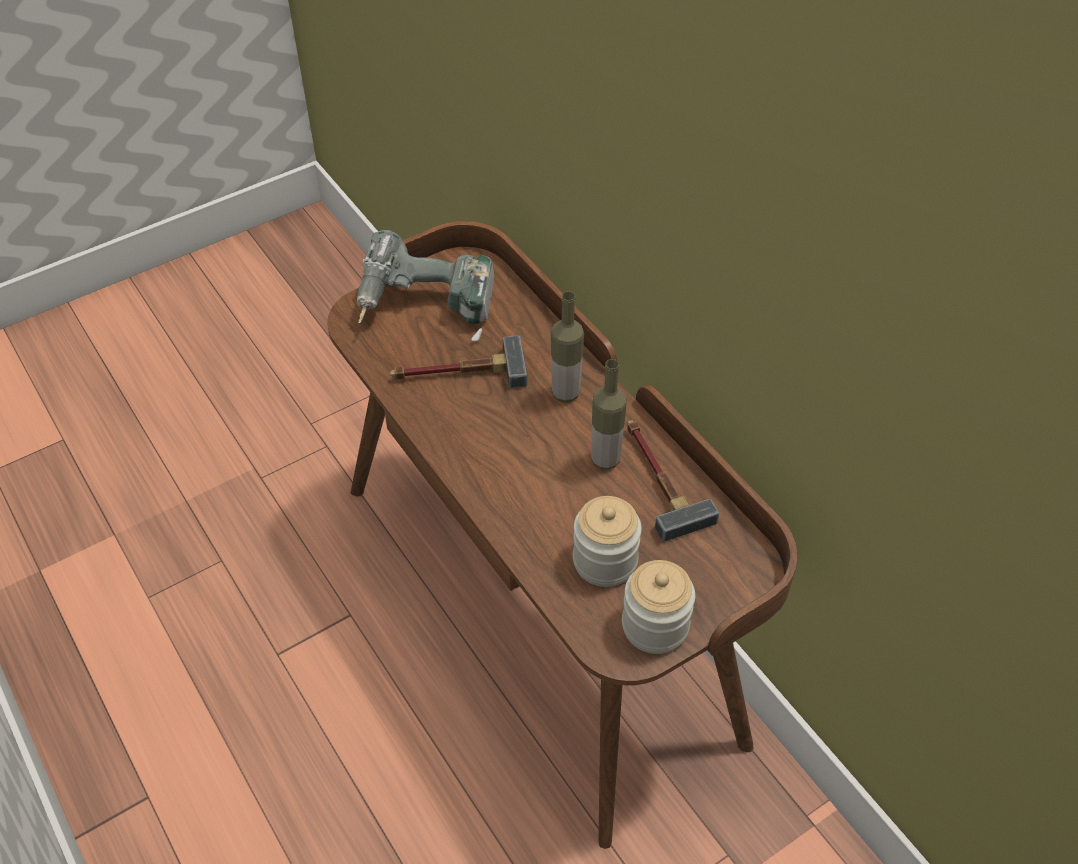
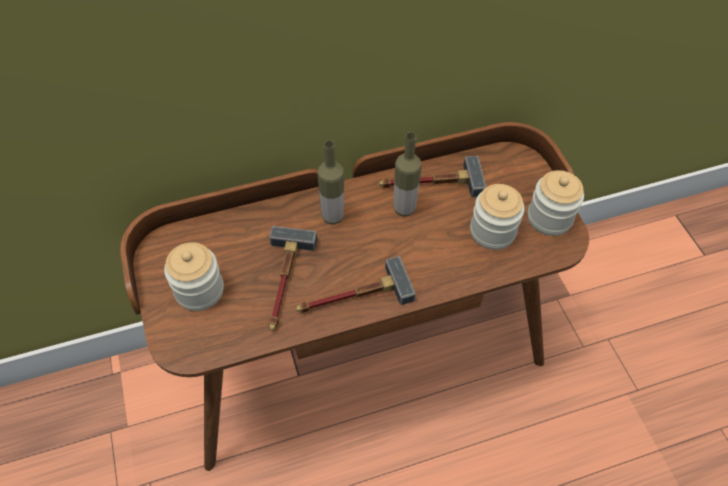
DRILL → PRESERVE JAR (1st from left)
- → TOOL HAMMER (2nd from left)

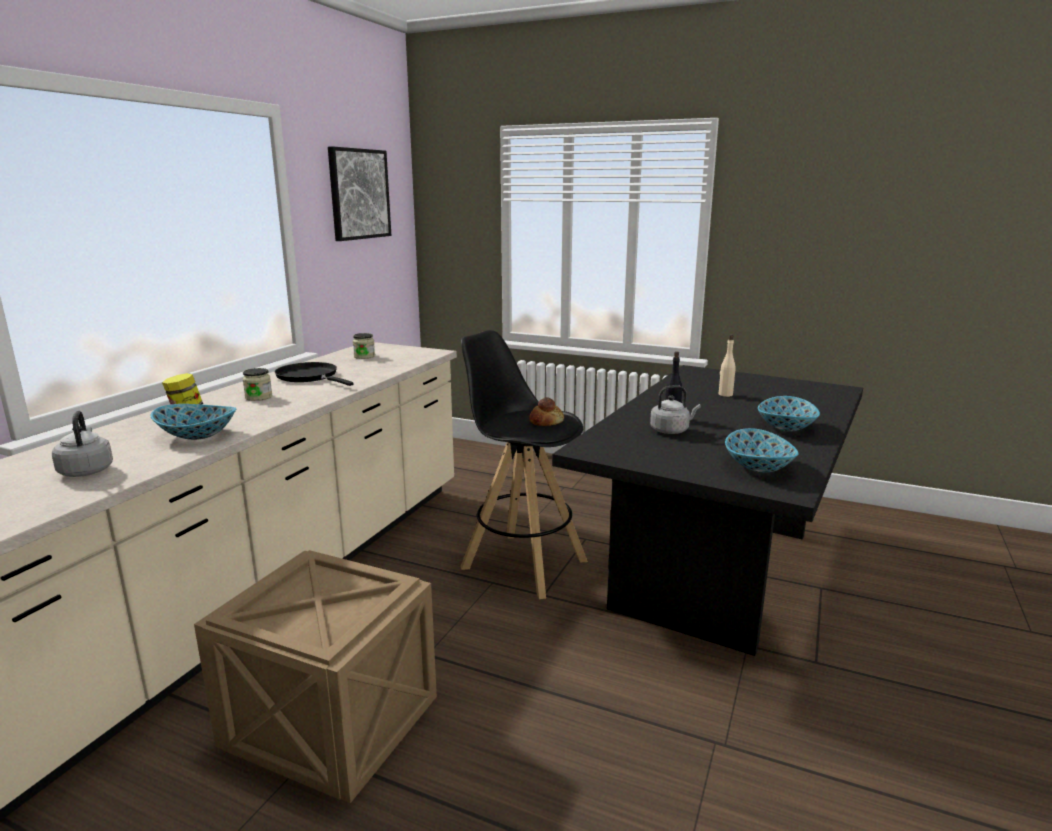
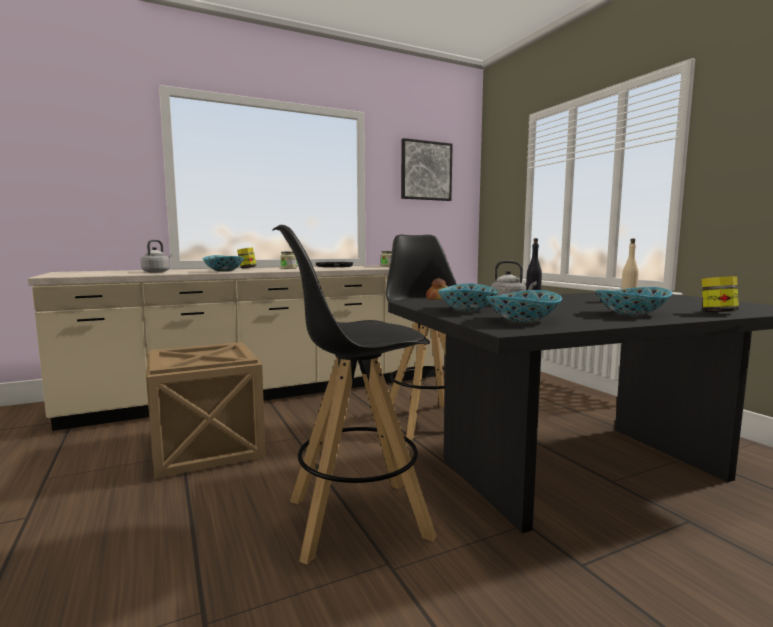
- → BLACK SITTING STOOL (1st from left)
- → BOWL (2nd from left)
- → PRESERVE JAR (4th from left)

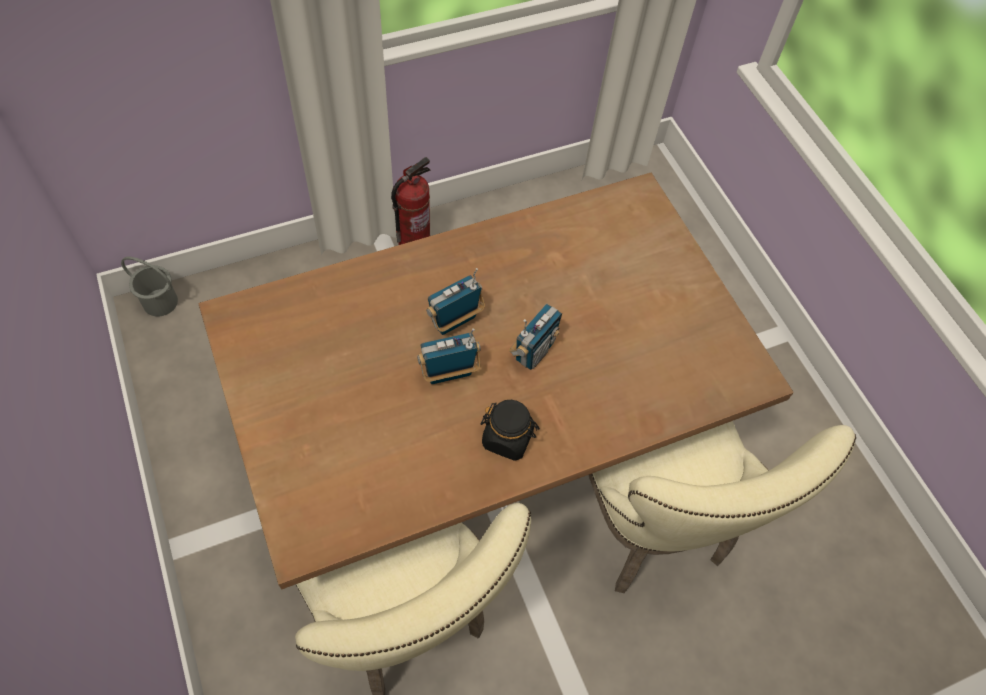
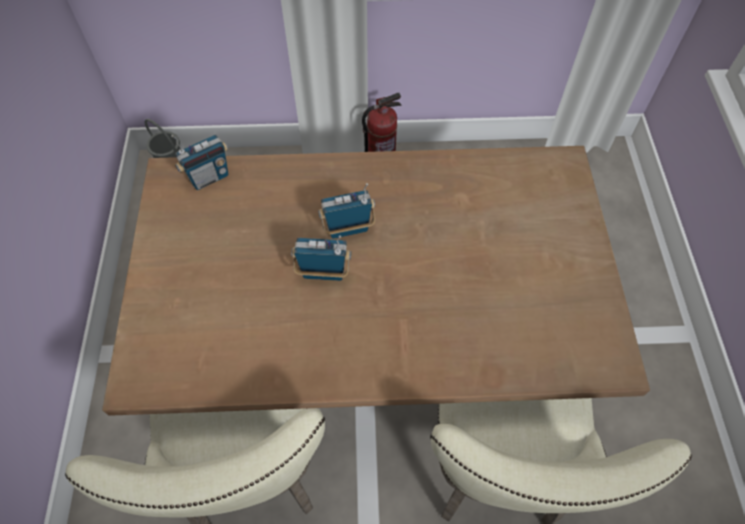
BLACK PRESERVE JAR → -
RADIO RECEIVER (3rd from left in the first image) → RADIO RECEIVER (1st from left), move

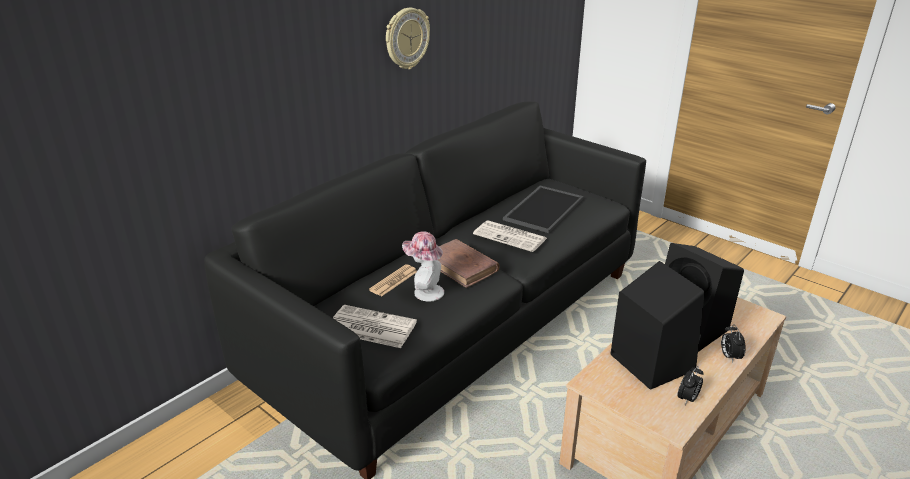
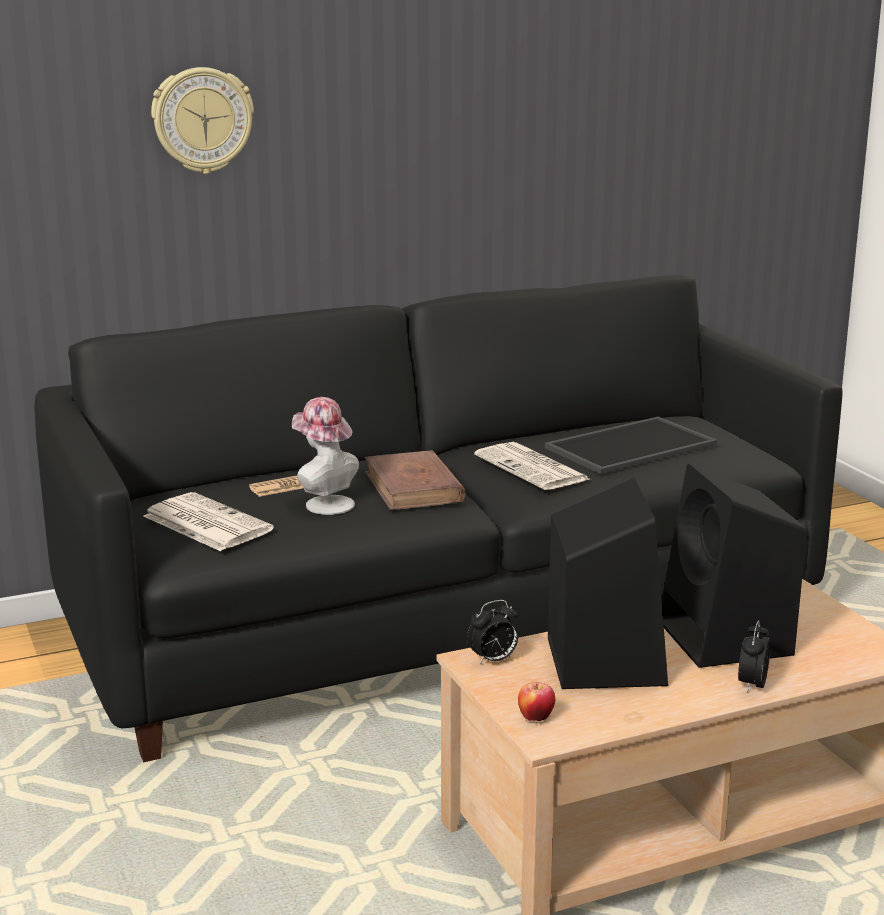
CLOCK ON THE WALL, move
TABLE CLOCK (1st from left), move
- → WHOLE APPLE

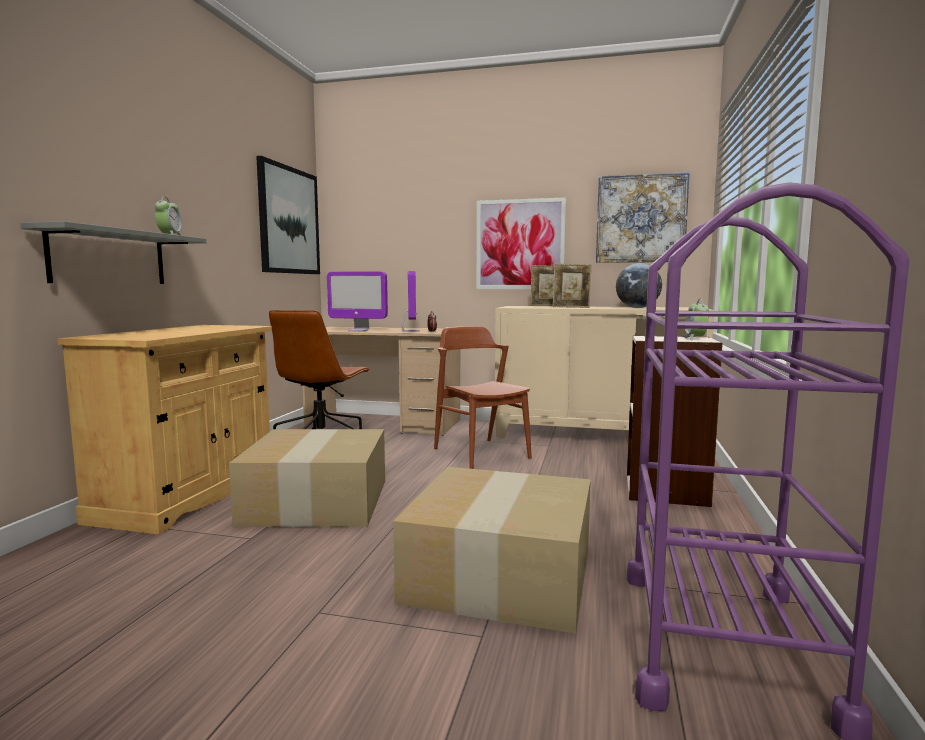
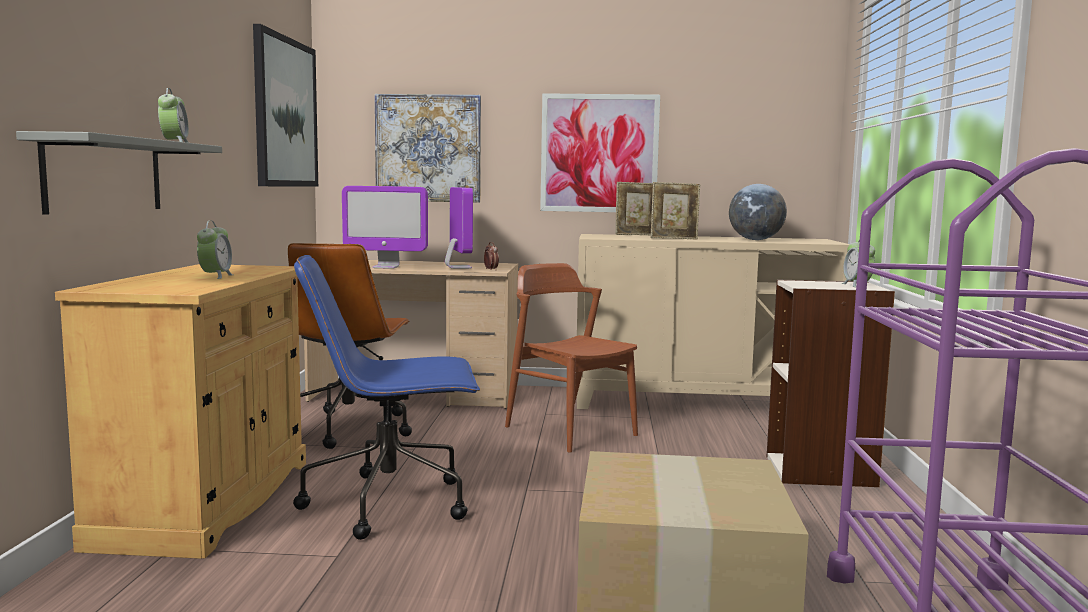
PACKING BOX (1st from left) → BLUISH DESK CHAIR
WALL PICTURE (3rd from left in the first image) → WALL PICTURE (2nd from left), move
- → TABLE CLOCK (2nd from left)

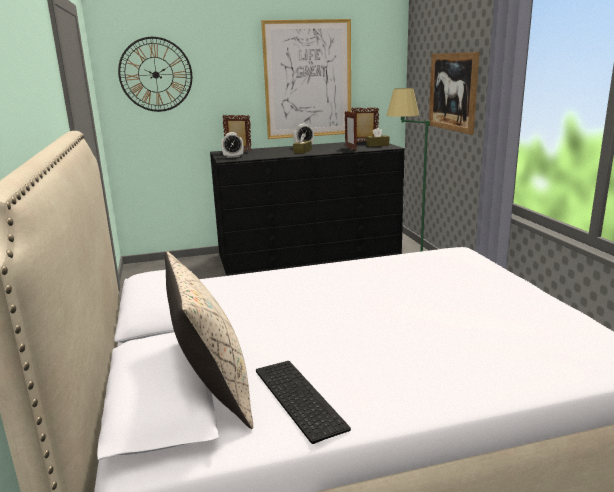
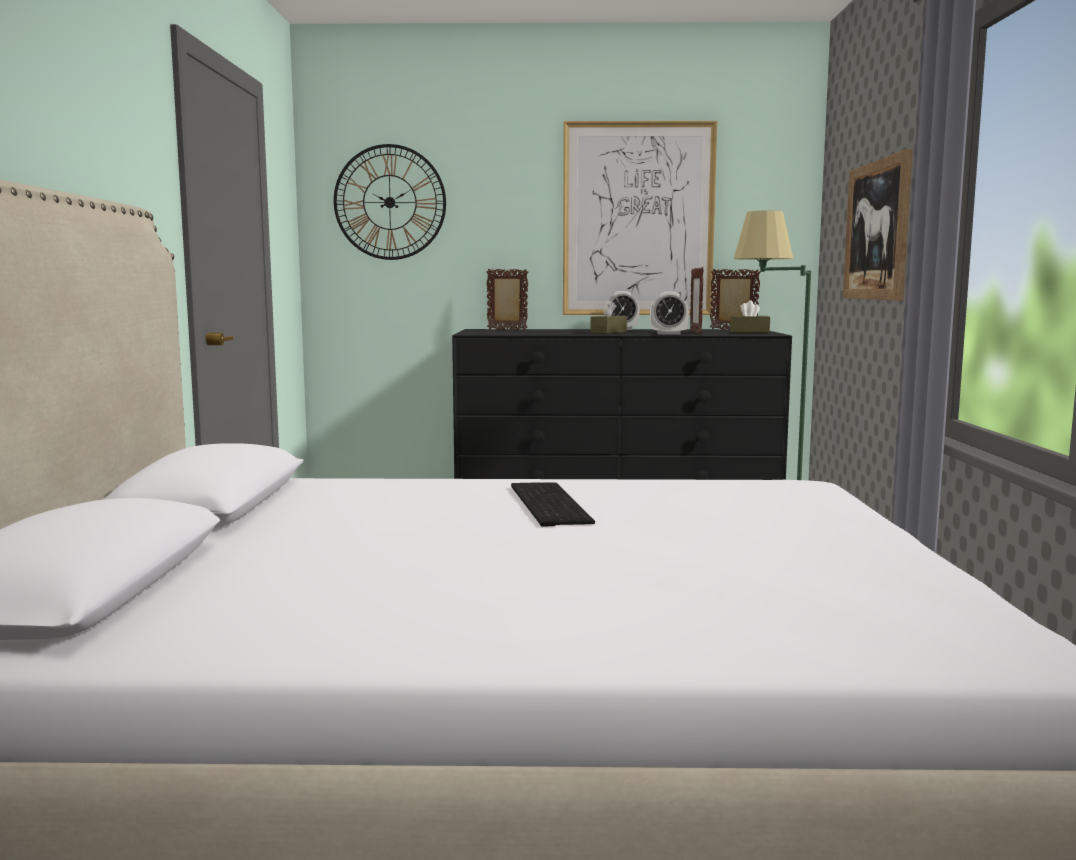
BEIGE-COLOURED THROW PILLOW → -
TABLE CLOCK (1st from left in the first image) → TABLE CLOCK (2nd from left), move
PC KEYBOARD, move

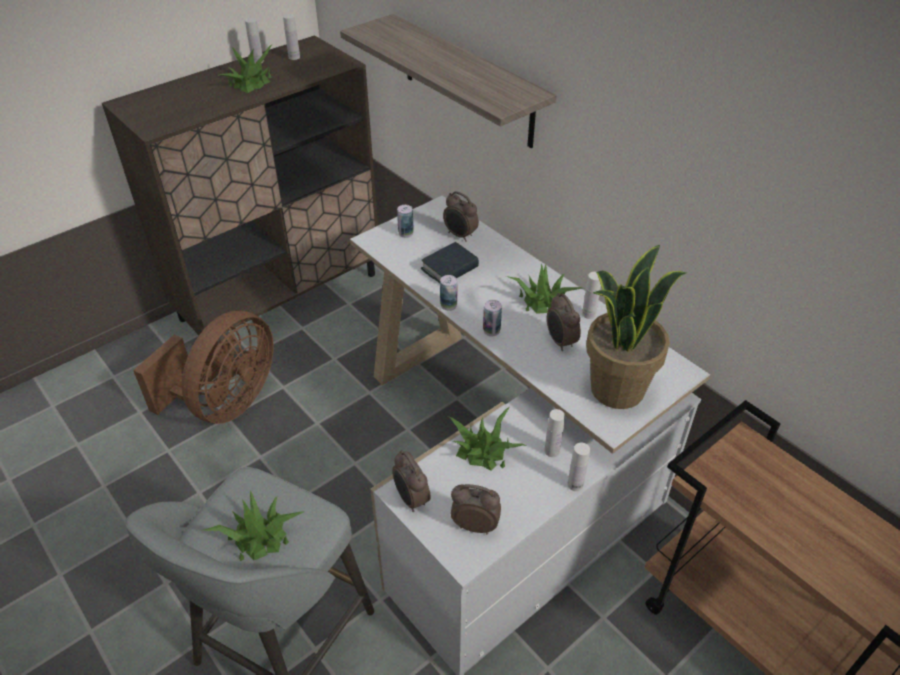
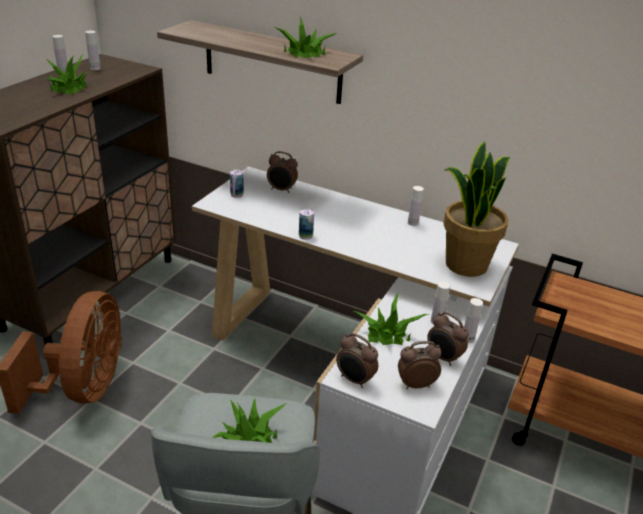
BOOK → -
CAN (3rd from left) → -
HOUSEPLANT (4th from left in the first image) → HOUSEPLANT (3rd from left), move
TABLE CLOCK (4th from left), move

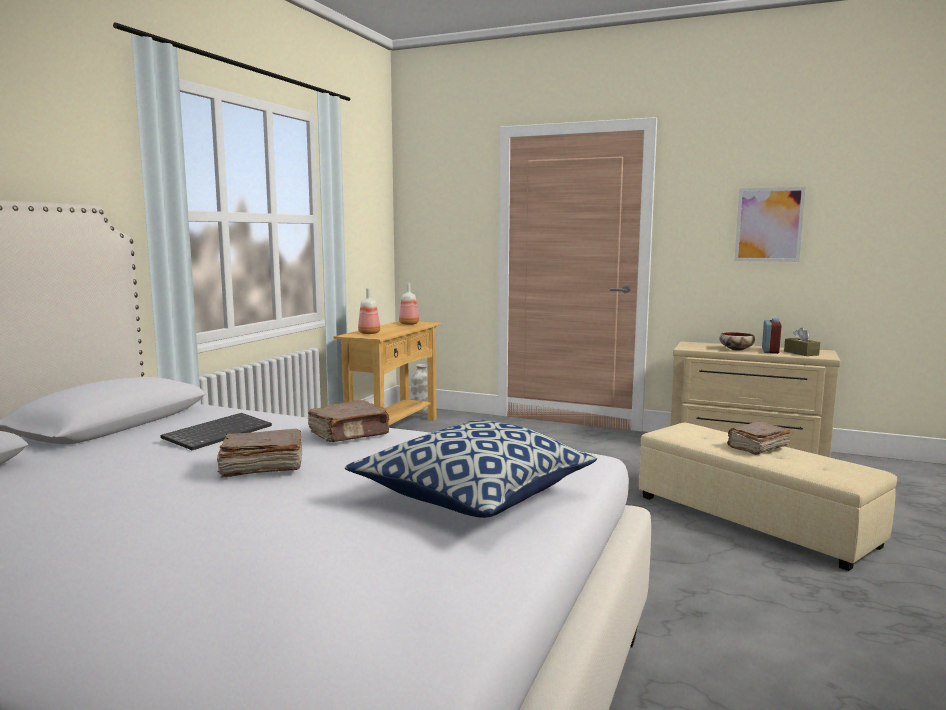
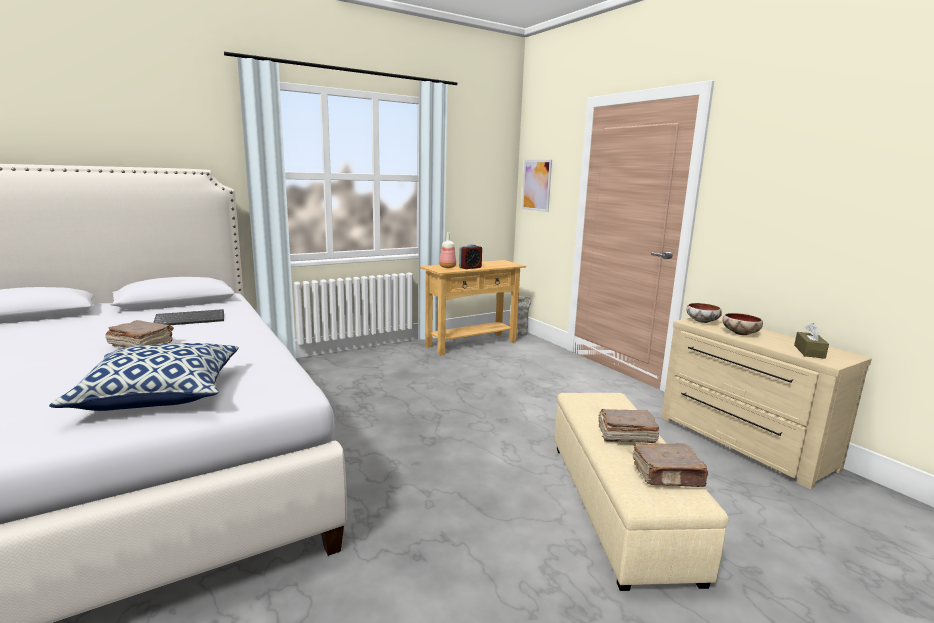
BROWN BOOK (2nd from left in the first image) → BROWN BOOK (3rd from left), move
BEVERAGE BOTTLE (2nd from left) → -
WALL PICTURE, move
TABLE CLOCK, move
- → BOWL (1st from left)

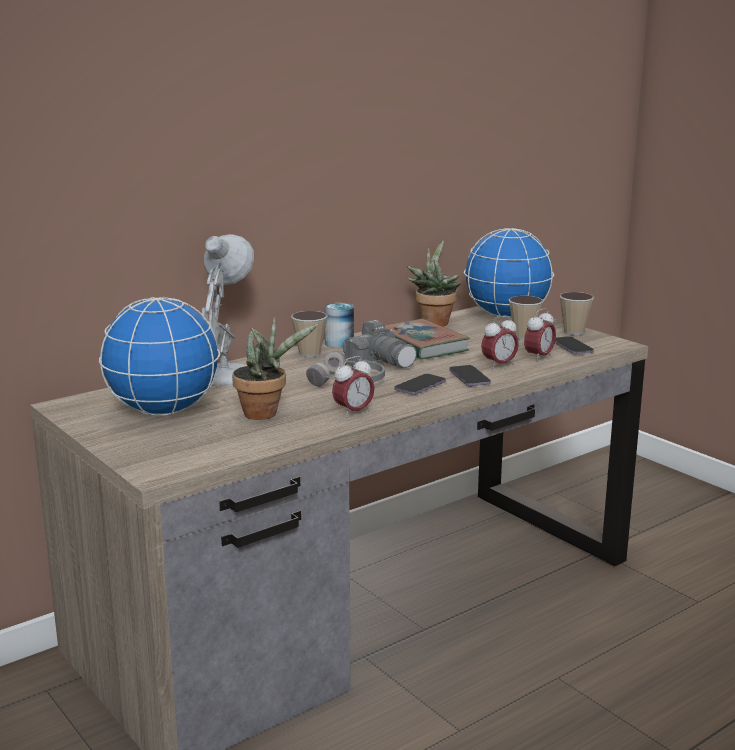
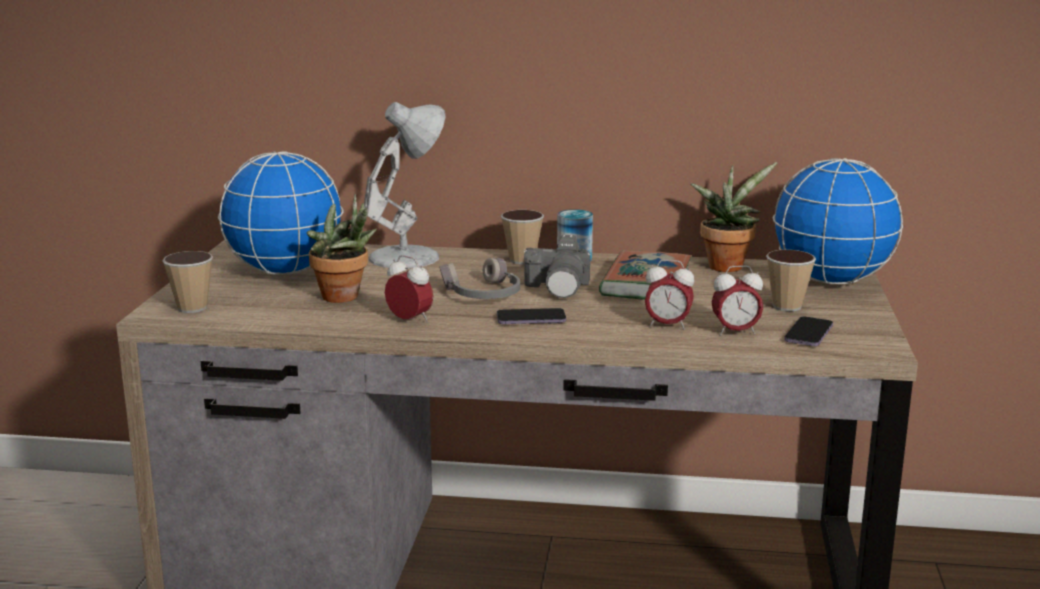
TABLE CLOCK (1st from left), 150 degrees counterclockwise
HANDSET (2nd from left) → -
SMALL CUP (3rd from left in the first image) → SMALL CUP (1st from left), move

